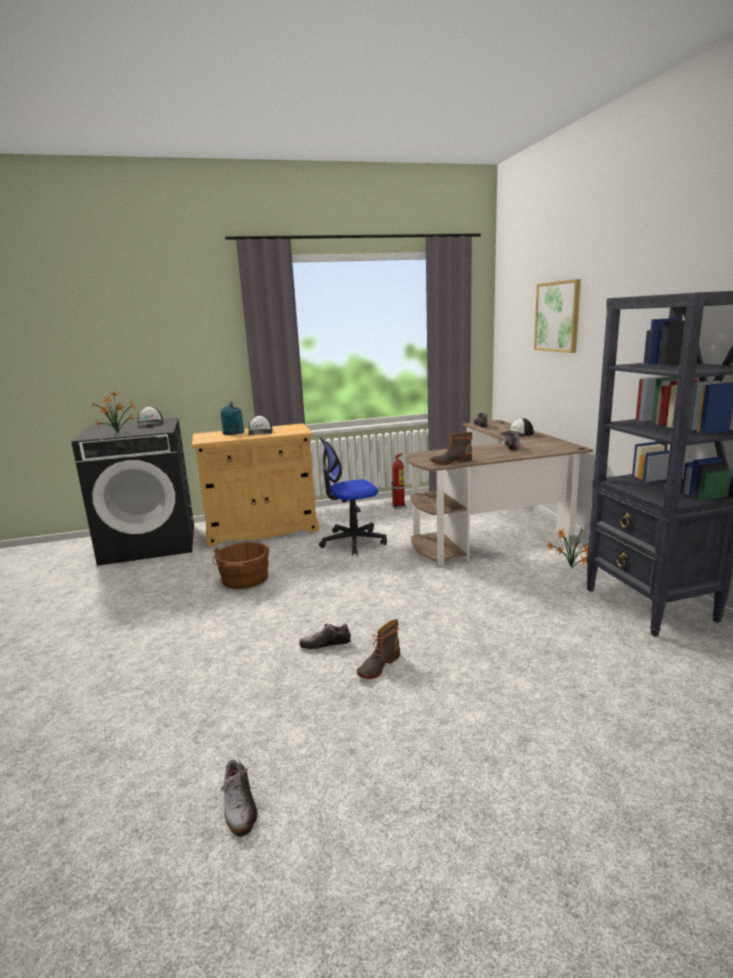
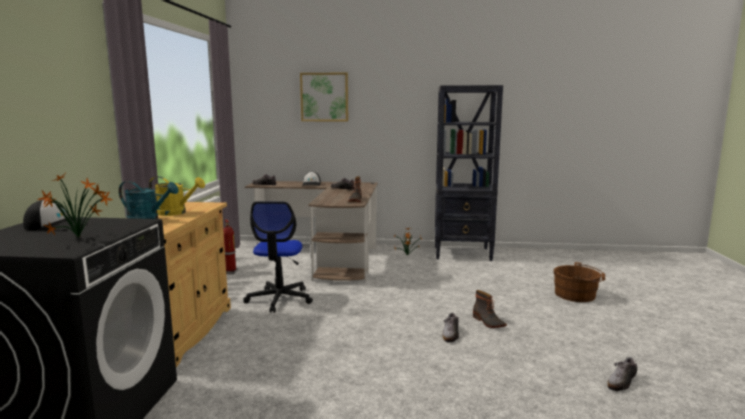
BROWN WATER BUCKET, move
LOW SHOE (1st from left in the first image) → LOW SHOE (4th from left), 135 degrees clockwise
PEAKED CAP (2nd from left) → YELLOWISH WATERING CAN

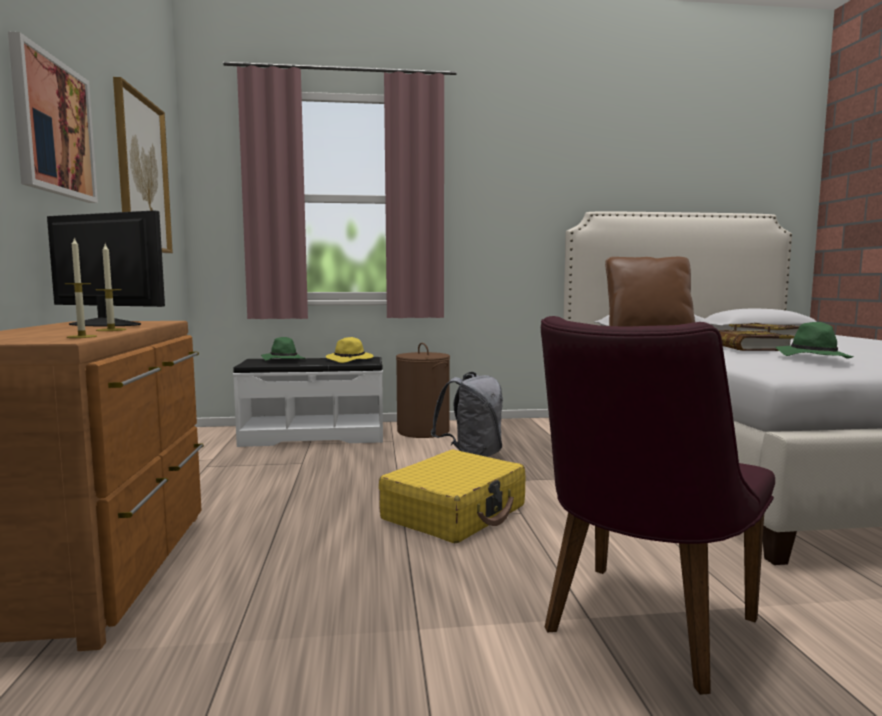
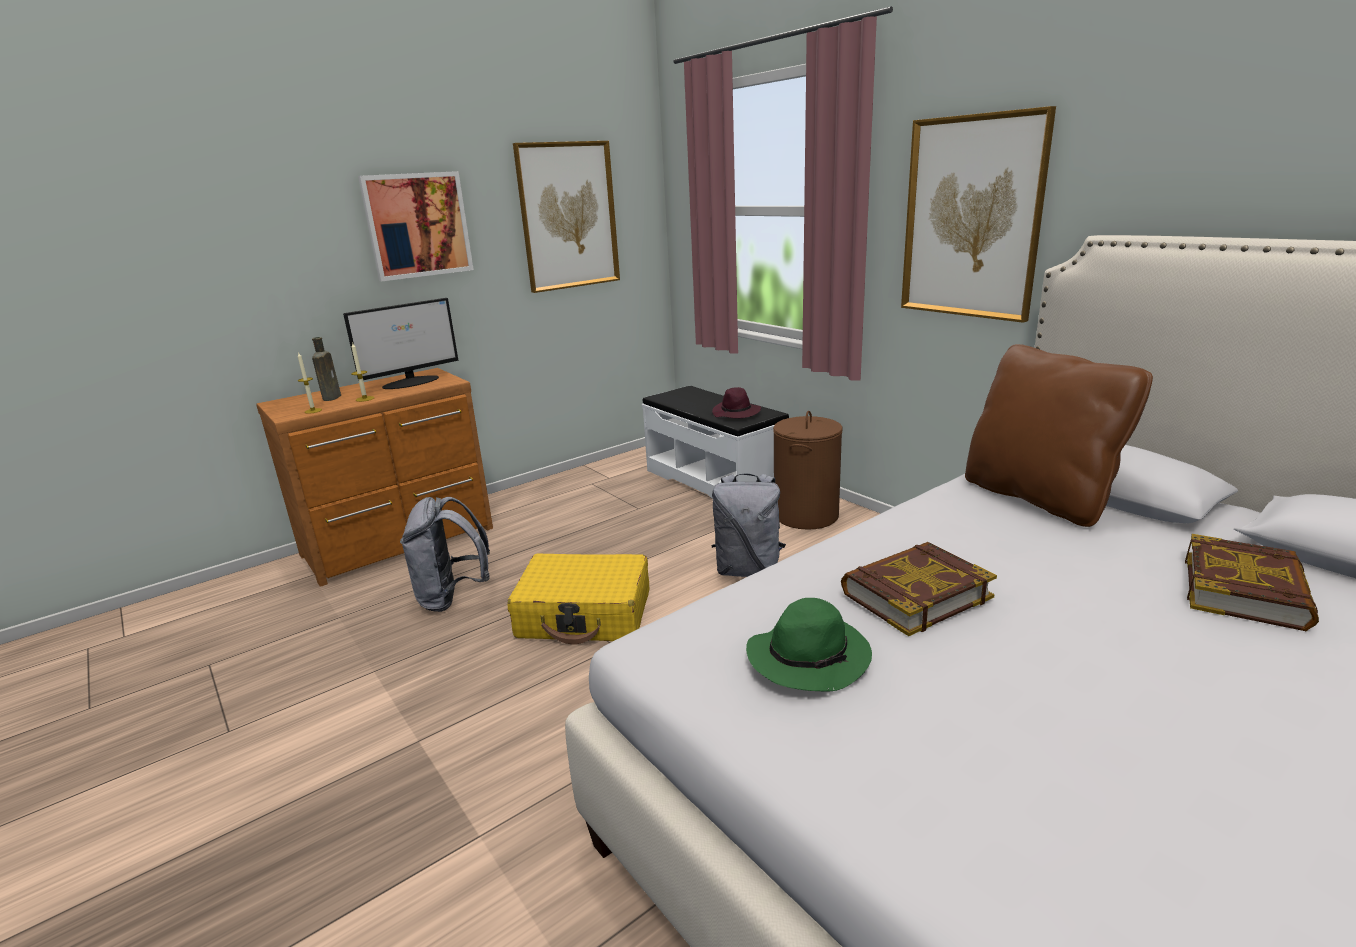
COMPUTER DISPLAY, 60 degrees clockwise
GREEN WEARABLE HAT (1st from left) → -
YELLOWISH WEARABLE HAT → PURPLE-COLOURED WEARABLE HAT
PURPLE-COLOURED PLAIN CHAIR → -
- → BROWN BEVERAGE BOTTLE
- → GREYISH KNAPSACK (1st from left)
- → WALL PICTURE (3rd from left)

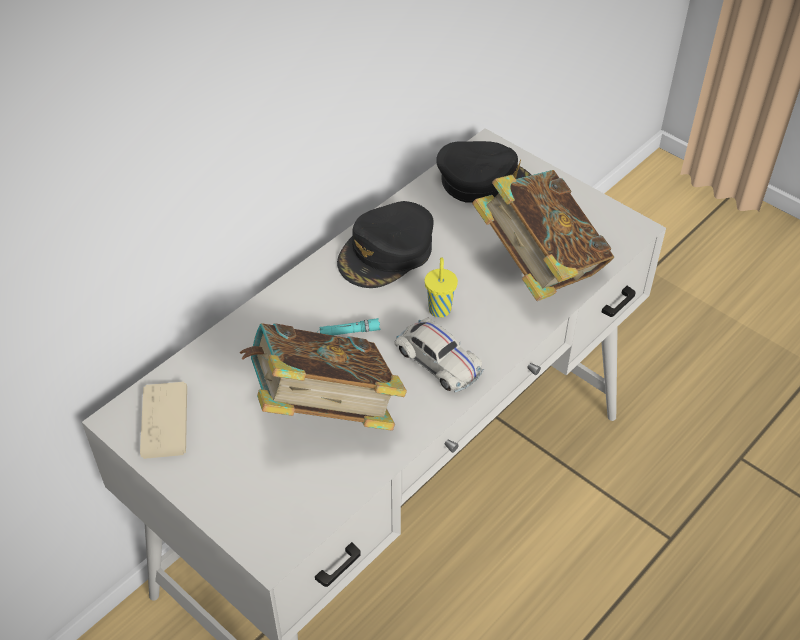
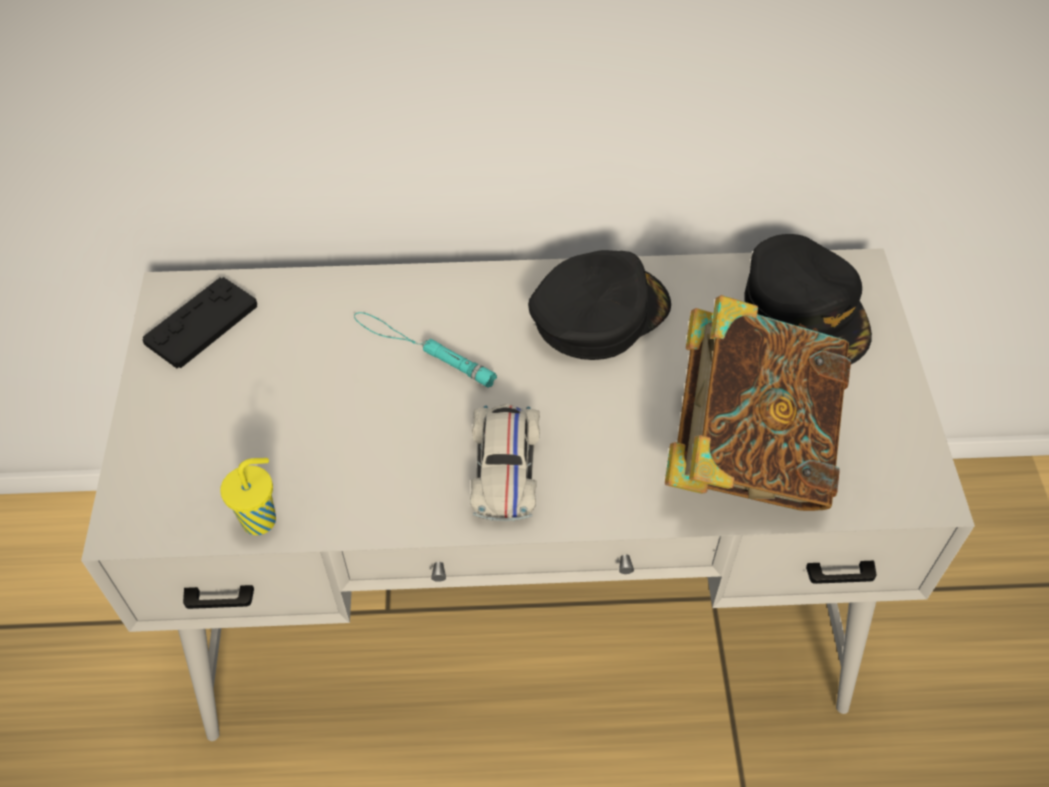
BEIGE-COLOURED GAMEPAD → BLACK GAMEPAD
BOOK (1st from left) → -
BLACK PEAKED CAP (1st from left), 150 degrees clockwise
YELLOWISH SMALL CUP, move

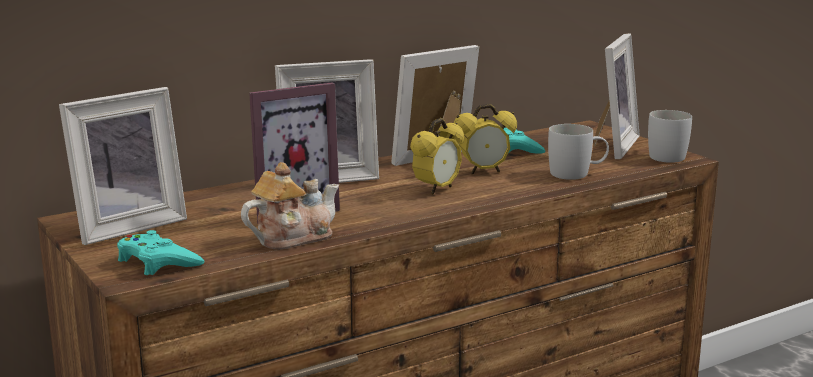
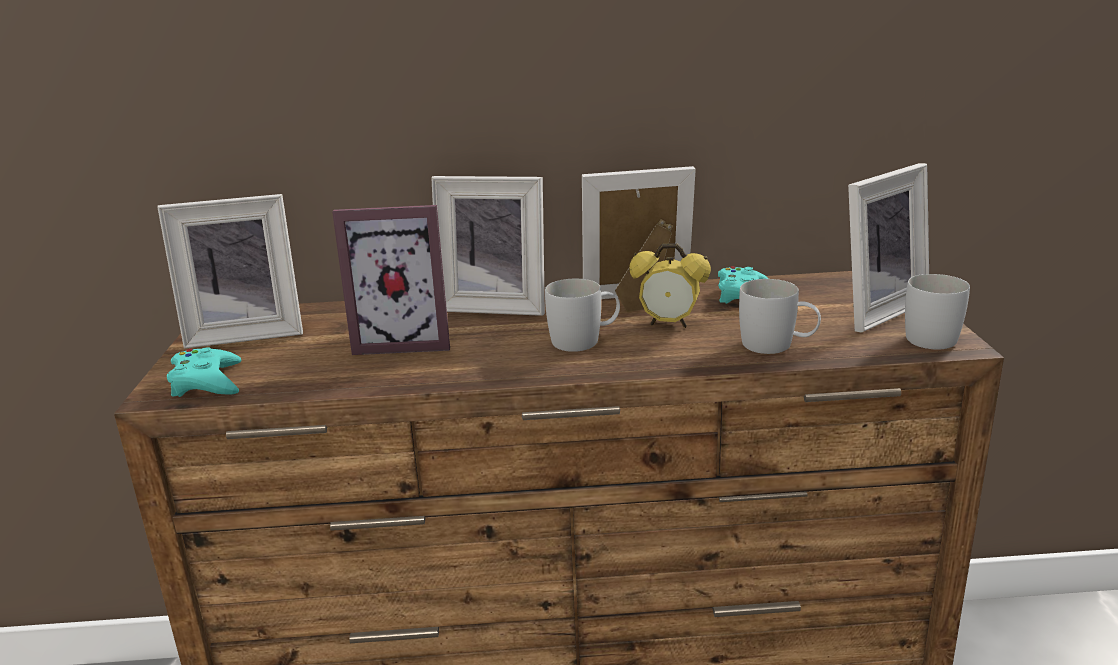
POT FOR TEA → -
TABLE CLOCK (1st from left) → WHITE MUG (1st from left)

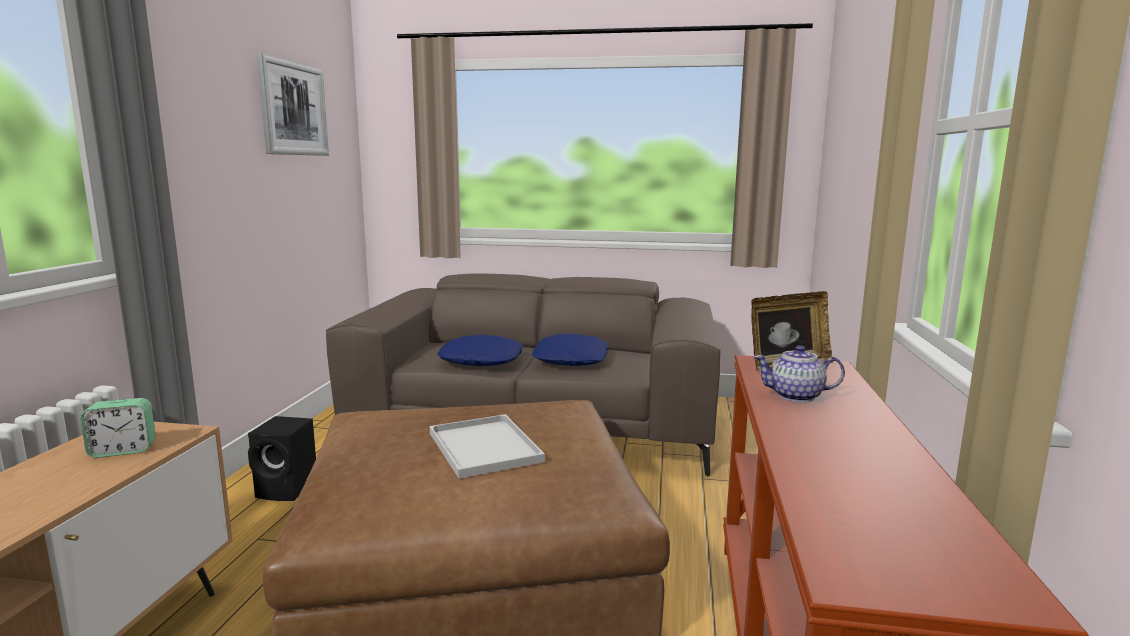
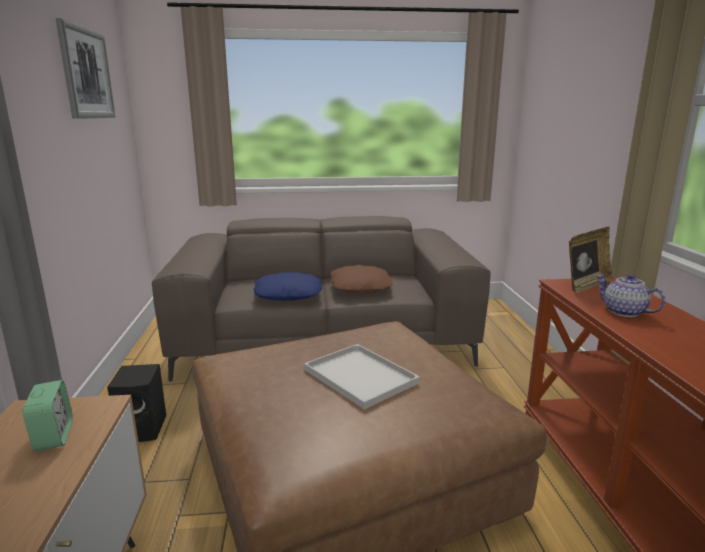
TABLE CLOCK, 75 degrees counterclockwise
BLUISH THROW PILLOW (2nd from left) → BROWN THROW PILLOW
POT FOR TEA, 60 degrees clockwise

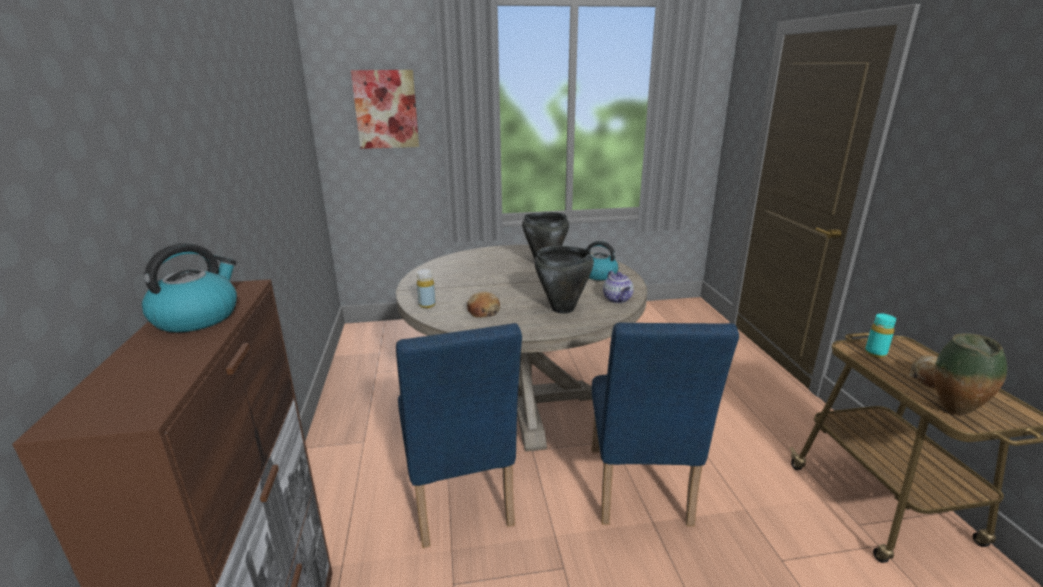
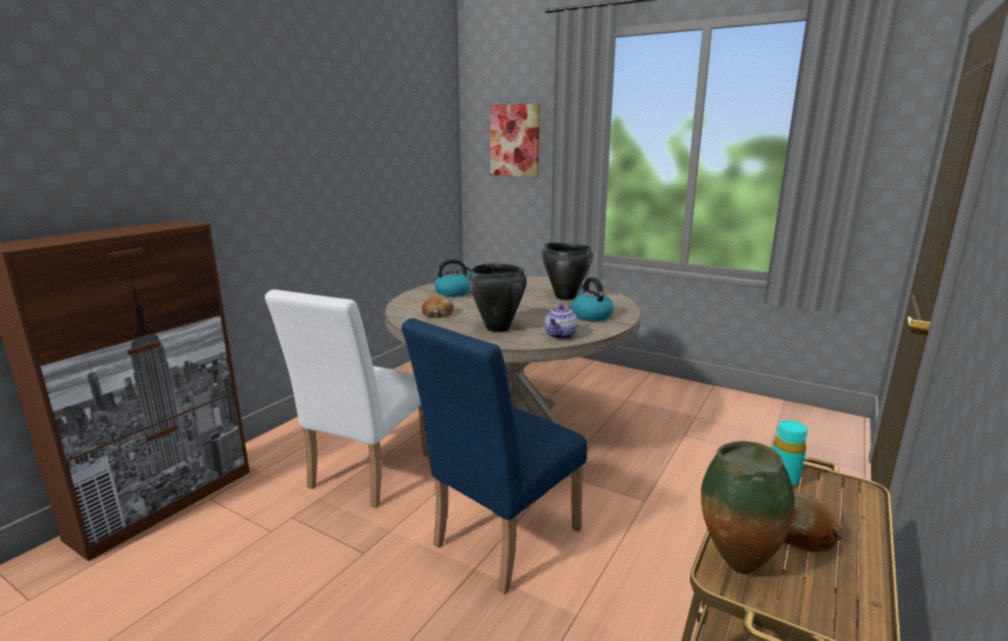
WATER KETTLE (1st from left), move
BLUISH PLAIN CHAIR (1st from left) → WHITE PLAIN CHAIR
YELLOWISH BEVERAGE BOTTLE → -

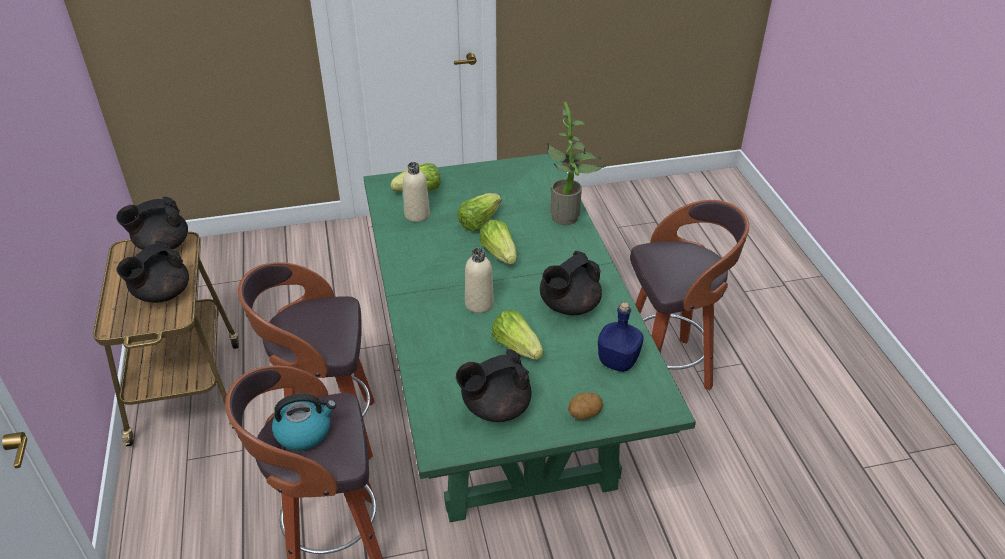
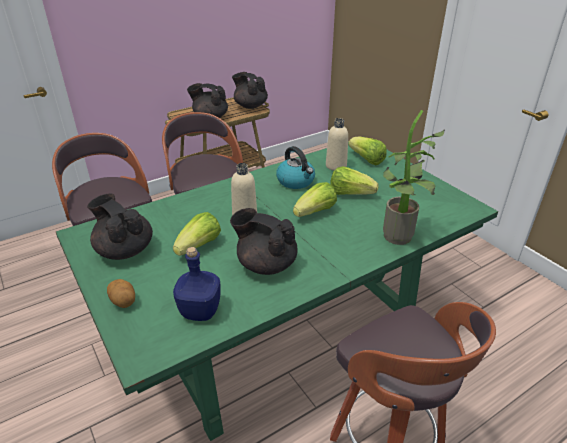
WATER KETTLE, move

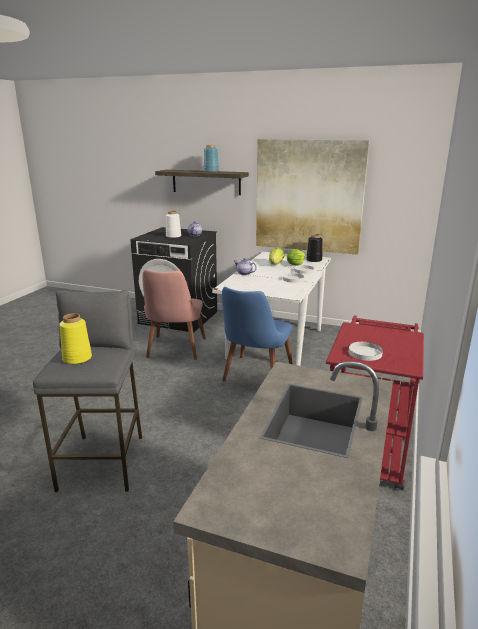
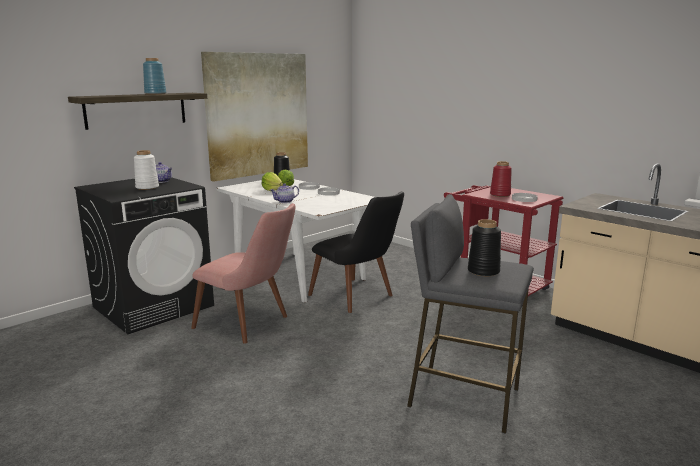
YELLOWISH VASE → BLACK VASE (2nd from left)
BLUISH PLAIN CHAIR → BLACK PLAIN CHAIR
- → REDDISH VASE

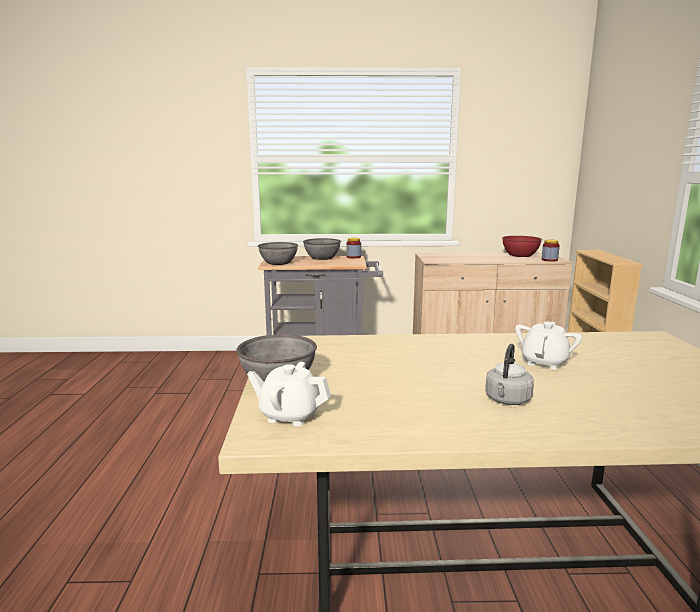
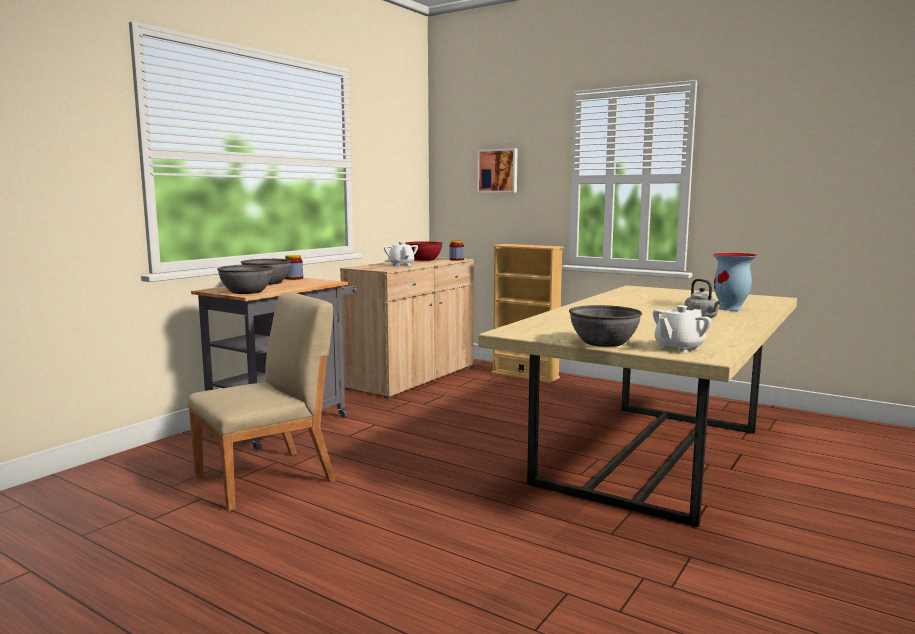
WHITE POT FOR TEA (2nd from left in the first image) → WHITE POT FOR TEA (1st from left), move
- → BEIGE-COLOURED PLAIN CHAIR
- → WALL PICTURE
- → VASE

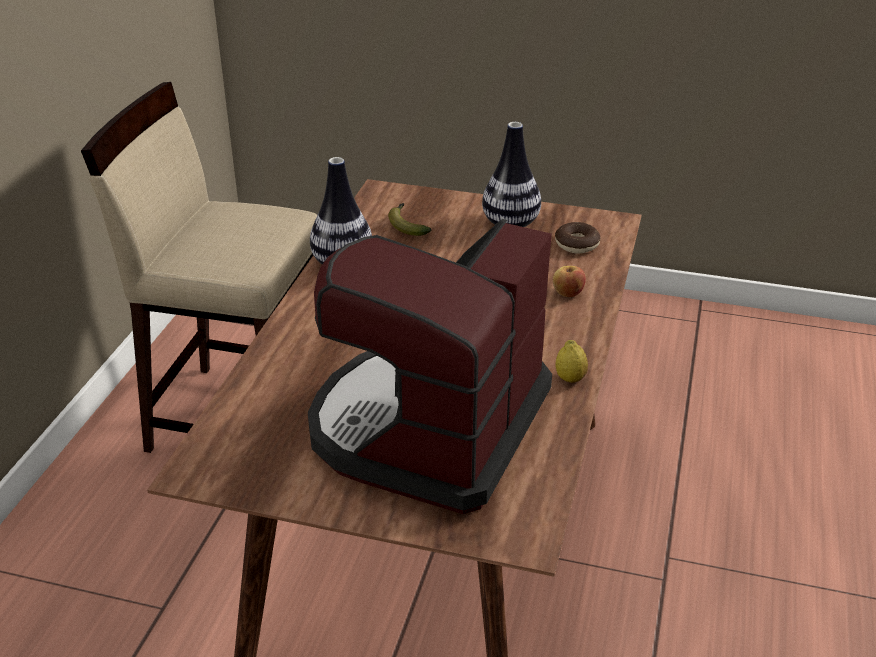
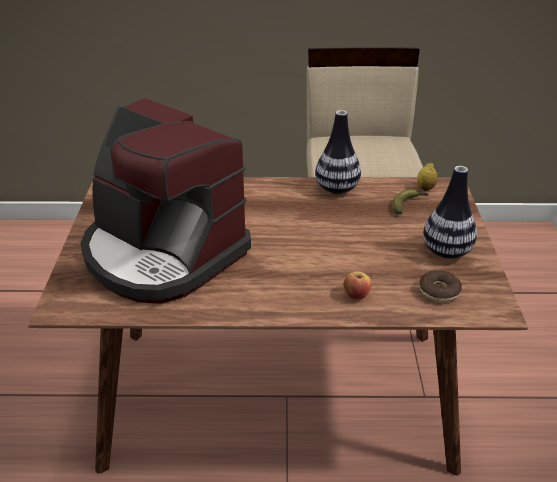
COFFEE MAKER, 150 degrees counterclockwise
CITRUS FRUIT, move

